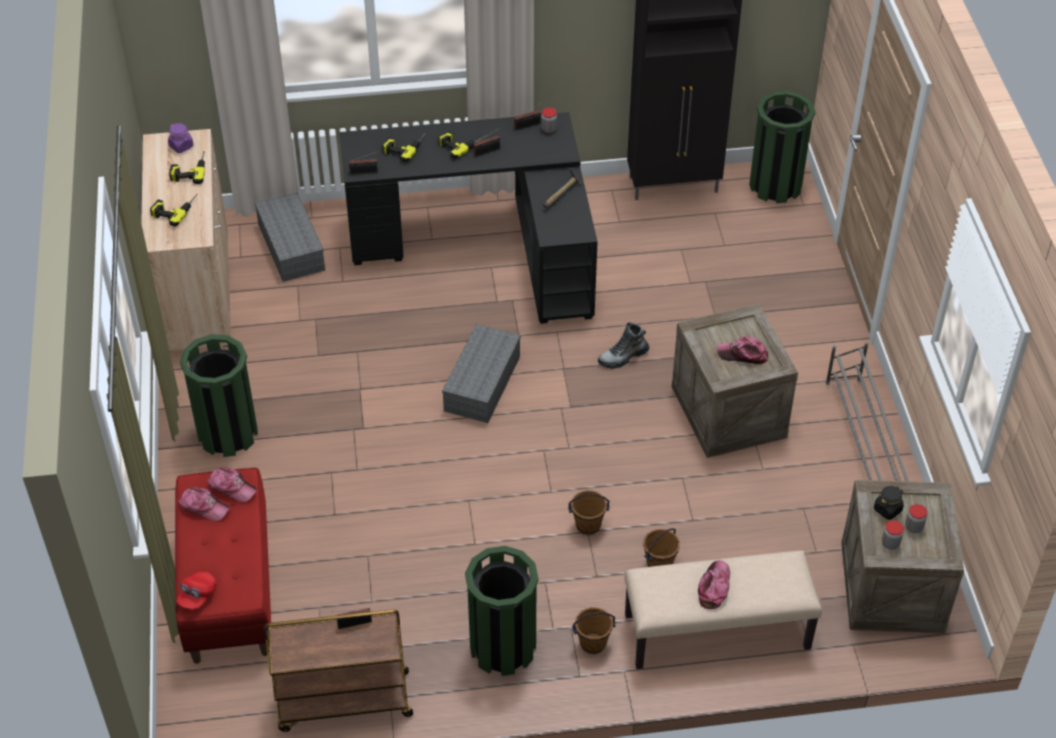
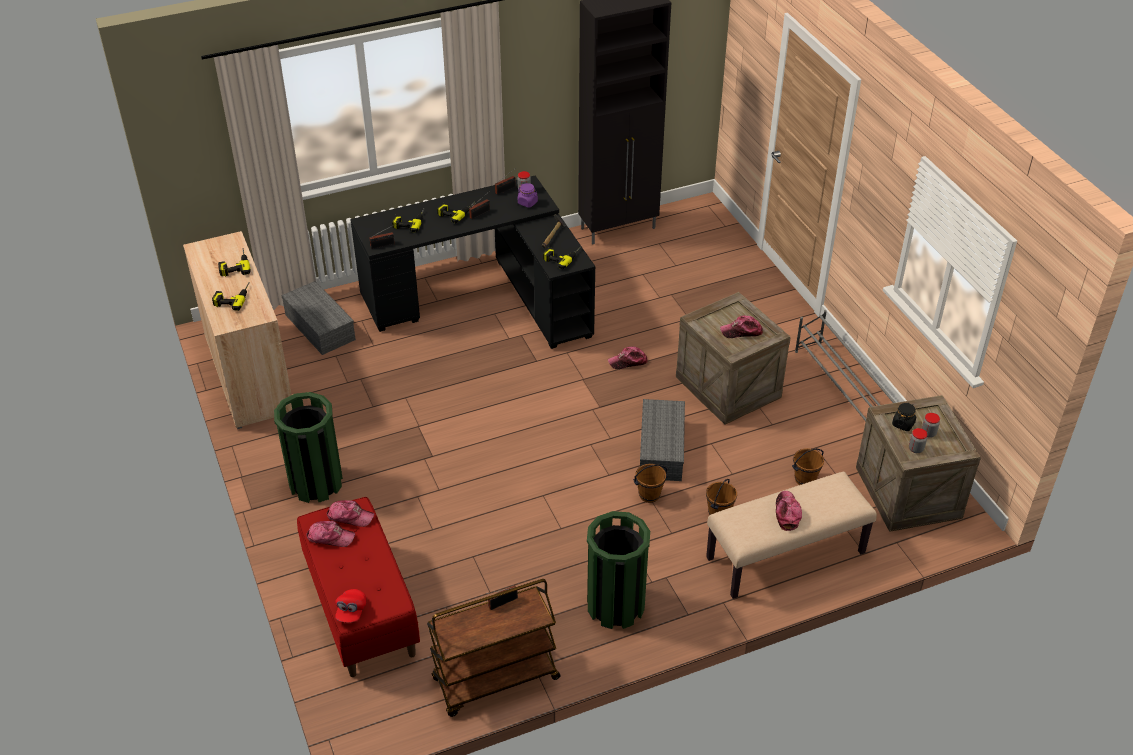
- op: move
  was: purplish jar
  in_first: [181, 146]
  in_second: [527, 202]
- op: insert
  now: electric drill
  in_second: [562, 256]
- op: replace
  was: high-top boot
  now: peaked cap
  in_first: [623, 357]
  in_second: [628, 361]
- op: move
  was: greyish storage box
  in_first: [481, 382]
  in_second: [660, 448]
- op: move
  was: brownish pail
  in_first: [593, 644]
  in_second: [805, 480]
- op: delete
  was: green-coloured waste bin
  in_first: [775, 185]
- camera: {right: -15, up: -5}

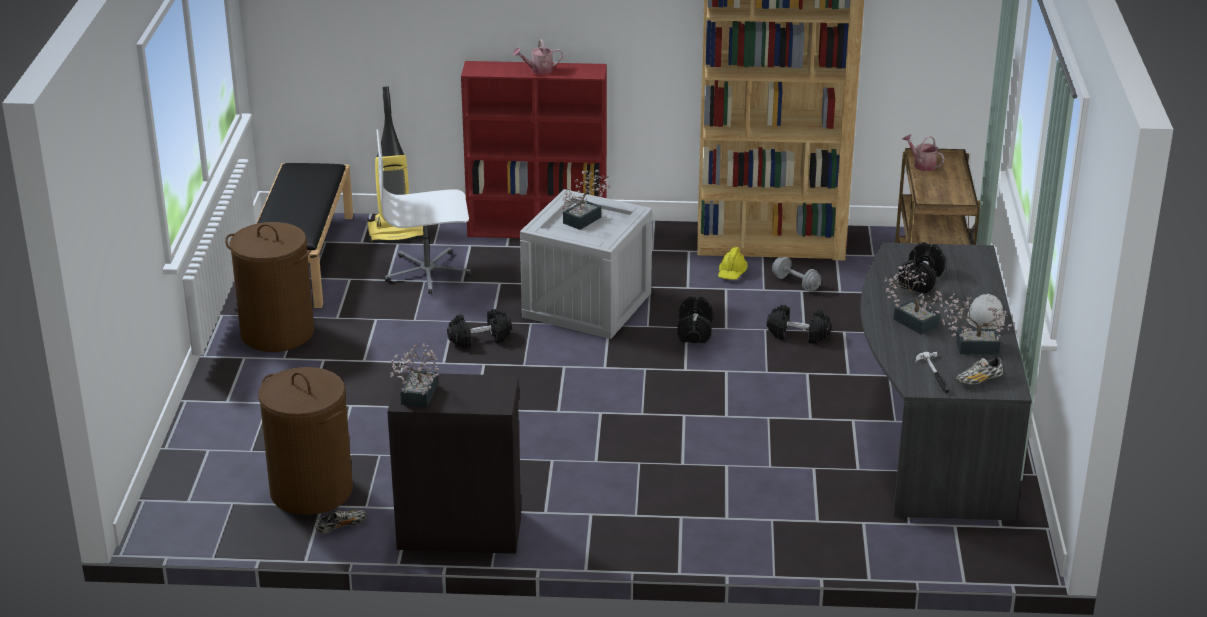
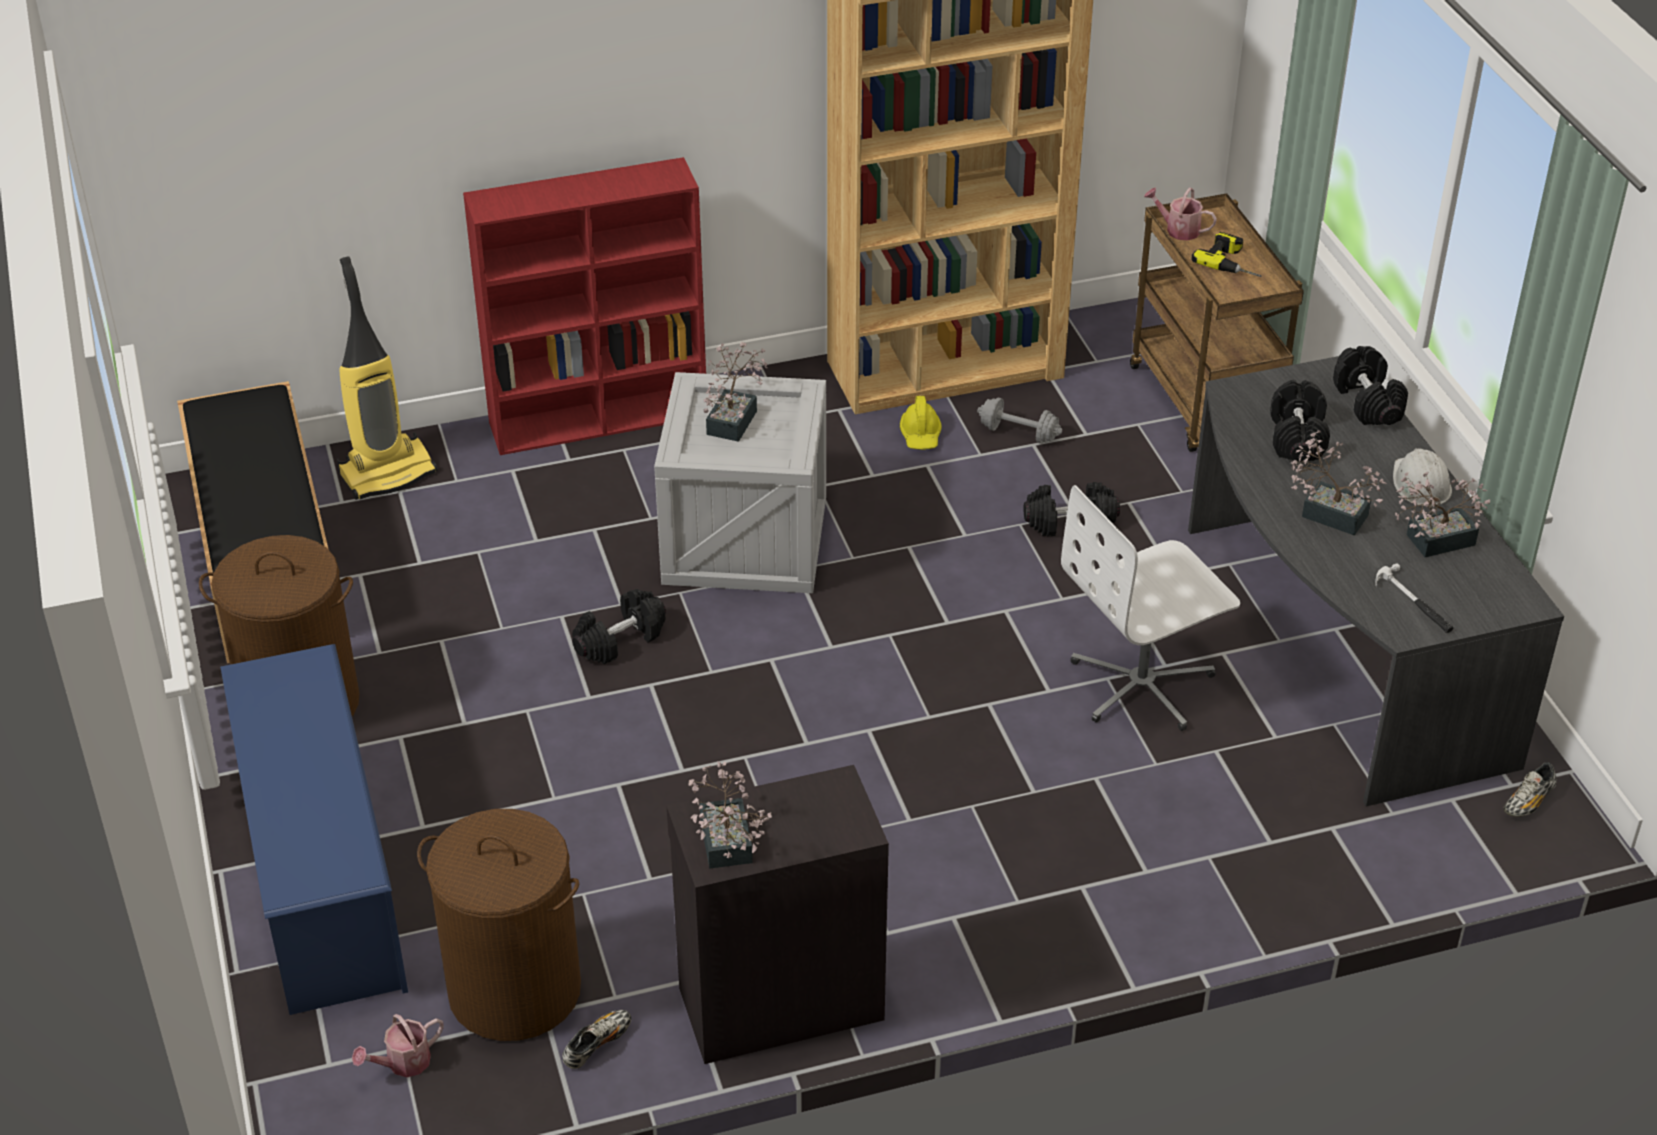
- op: insert
  now: blue shoe stand
  in_second: [323, 881]
- op: move
  was: watering can
  in_first: [538, 70]
  in_second: [403, 1063]
- op: move
  was: whitish computer chair
  in_first: [428, 272]
  in_second: [1142, 685]
- op: insert
  now: electric drill
  in_second: [1234, 262]
- op: move
  was: black-coloured hand weight
  in_first: [695, 331]
  in_second: [1368, 402]
- op: move
  was: shoe
  in_first: [978, 380]
  in_second: [1528, 801]
- camera: {right: -20, up: 10}

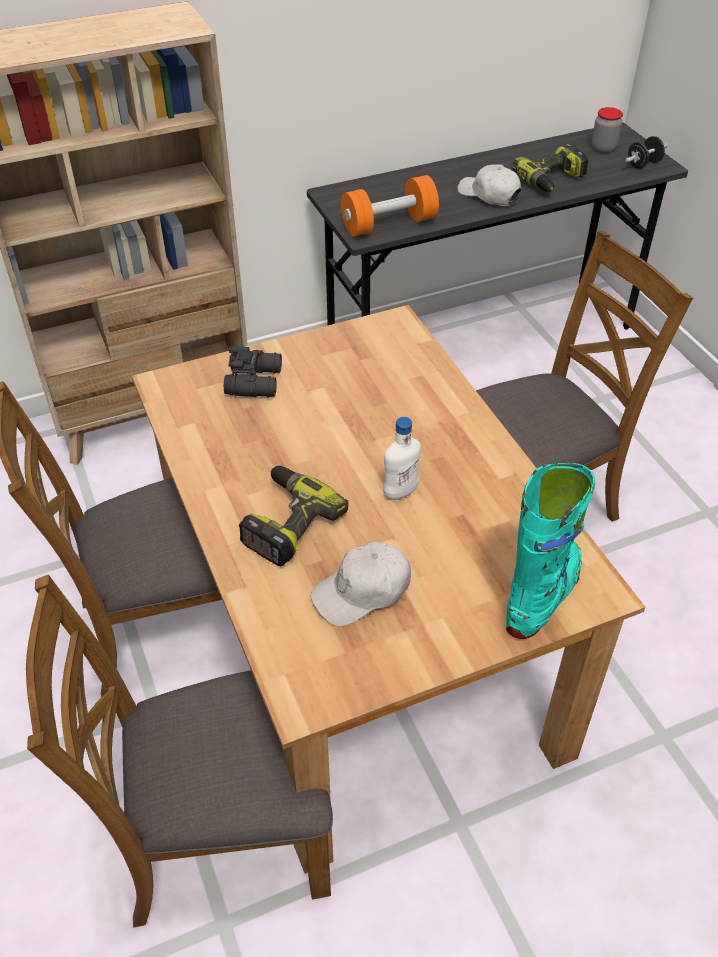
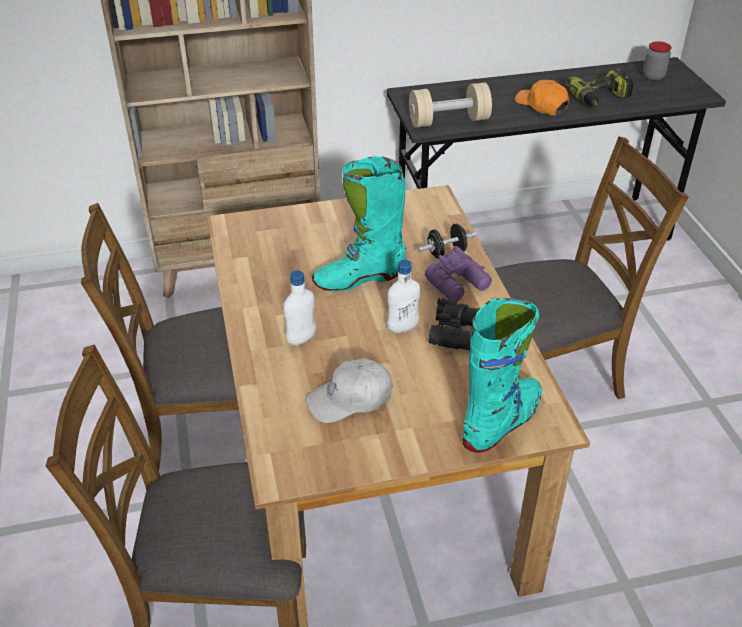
- op: replace
  was: electric drill
  now: whitish bottle
  in_first: [286, 522]
  in_second: [301, 339]
- op: insert
  now: turquoise high-top boot
  in_second: [359, 278]
- op: recolor
  was: orange hand weight
  now: sand-coloured hand weight
  in_first: [389, 224]
  in_second: [448, 121]
- op: move
  was: black-coloured hand weight
  in_first: [643, 164]
  in_second: [446, 253]
- op: insert
  now: purplish field glasses
  in_second: [459, 285]
- op: move
  was: black-coloured field glasses
  in_first: [256, 381]
  in_second: [458, 333]
- op: recolor
  was: whitish peaked cap
  now: orange peaked cap
  in_first: [489, 195]
  in_second: [541, 105]
- camera: {right: 10, up: -5}

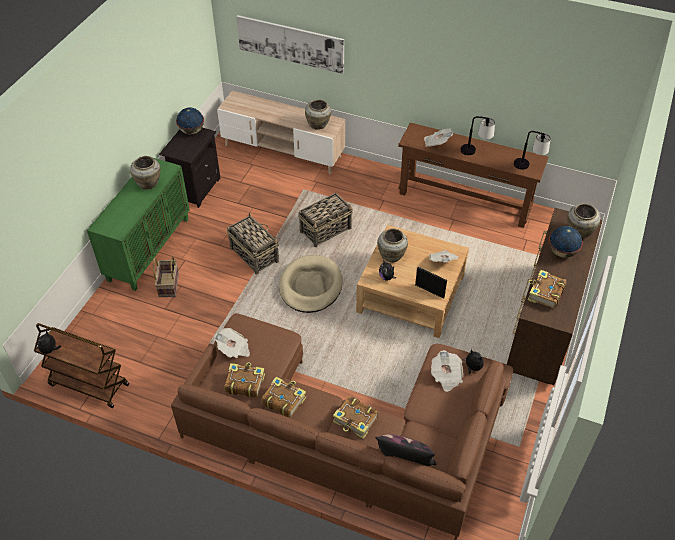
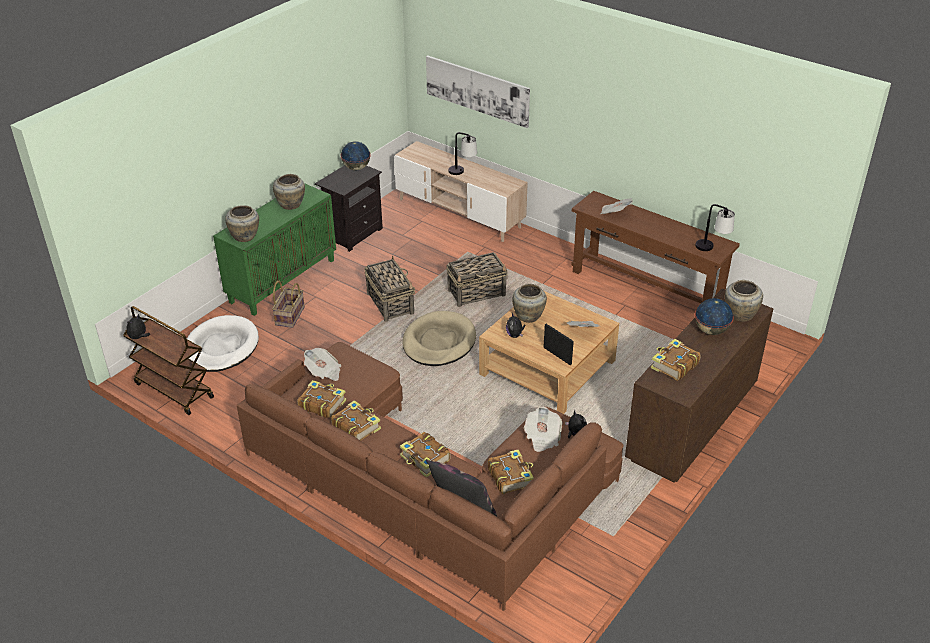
- op: insert
  now: whitish dog bed
  in_second: [221, 347]
- op: move
  was: sand-coloured decorative vase
  in_first: [318, 125]
  in_second: [245, 237]
- op: move
  was: tabletop lamp
  in_first: [475, 151]
  in_second: [462, 173]
- op: insert
  now: volume
  in_second: [510, 477]
- camera: {right: 15, up: -10}

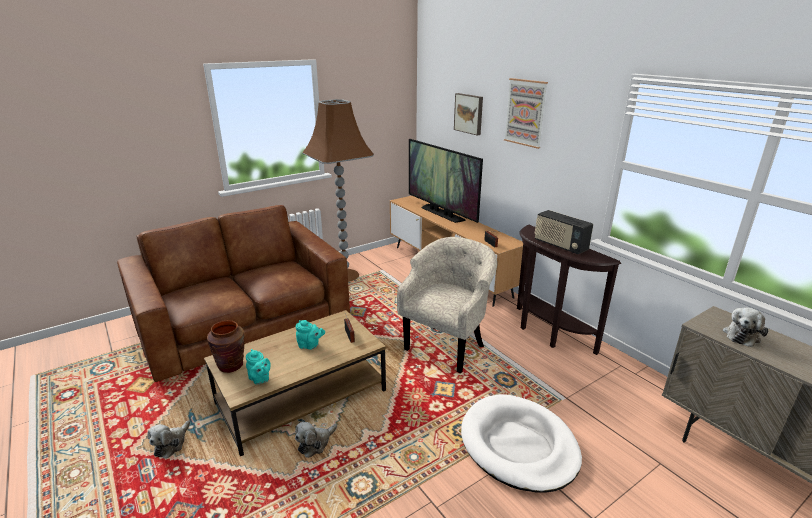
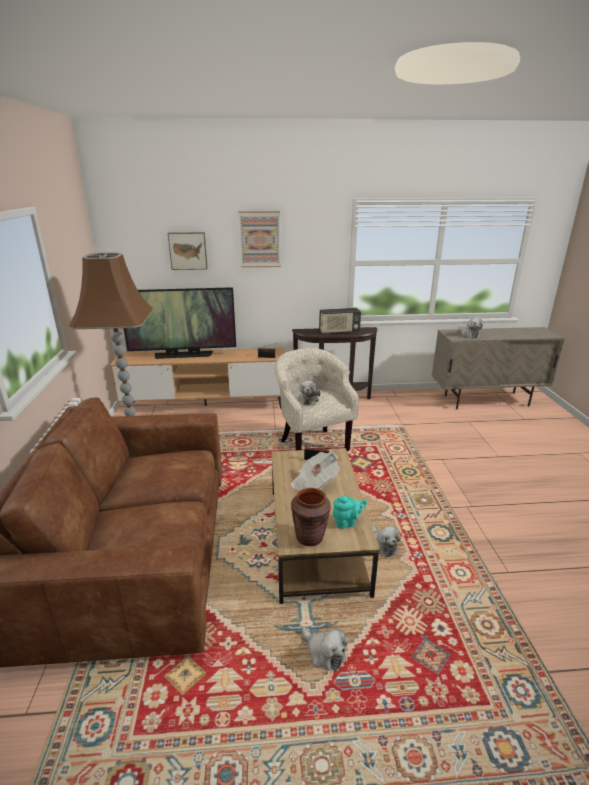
- op: replace
  was: turquoise teapot
  now: newspaper
  in_first: [310, 345]
  in_second: [314, 483]
- op: insert
  now: plush toy
  in_second: [308, 399]
- op: delete
  was: whitish dog bed
  in_first: [518, 445]
- camera: {right: -60, up: 0}

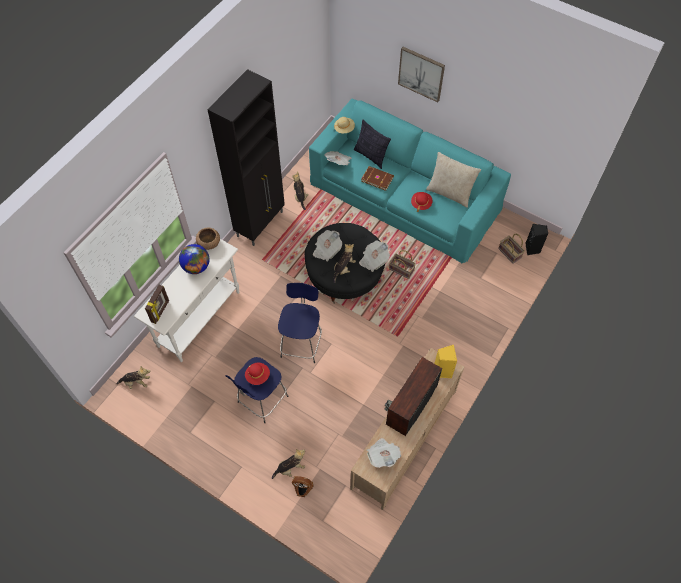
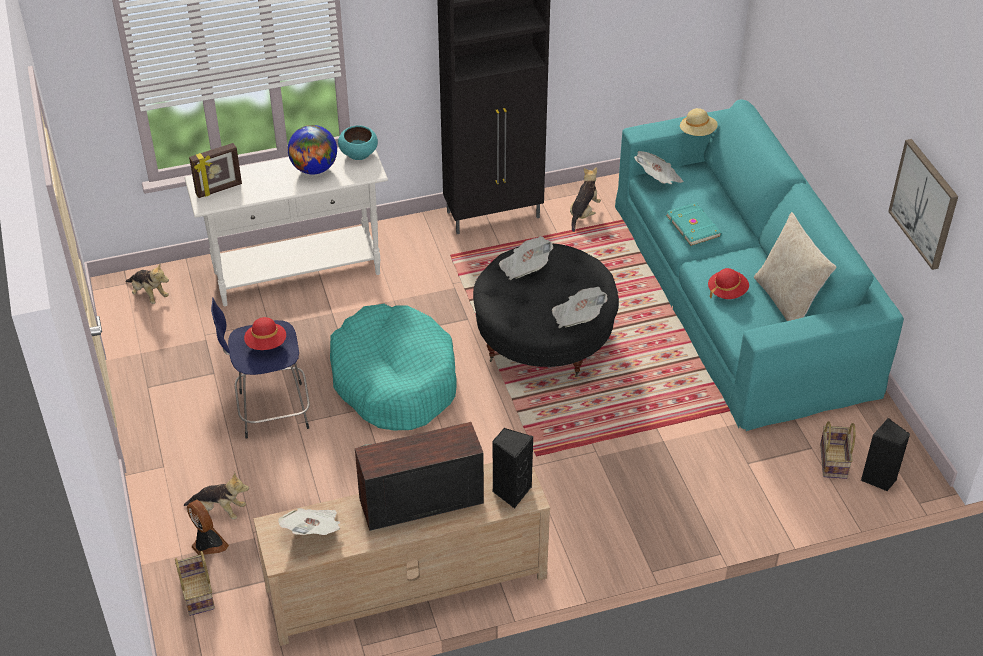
- op: move
  was: storage basket
  in_first: [402, 269]
  in_second: [198, 594]
- op: replace
  was: blue stool
  now: turquoise dog bed
  in_first: [301, 343]
  in_second: [394, 380]
- op: recolor
  was: brownish deep dish
  now: turquoise deep dish
  in_first: [209, 243]
  in_second: [359, 153]
- op: recolor
  was: yellowish audio speaker
  now: black-coloured audio speaker
  in_first: [442, 371]
  in_second: [511, 491]
- op: recolor
  was: brownish volume
  now: turquoise volume
  in_first: [377, 178]
  in_second: [693, 226]
- op: move
  was: wall picture
  in_first: [421, 73]
  in_second: [925, 203]
- op: delete
  was: plush toy
  in_first: [343, 268]
- op: delete
  was: cushion
  in_first: [371, 156]
- camera: {right: 40, up: -15}

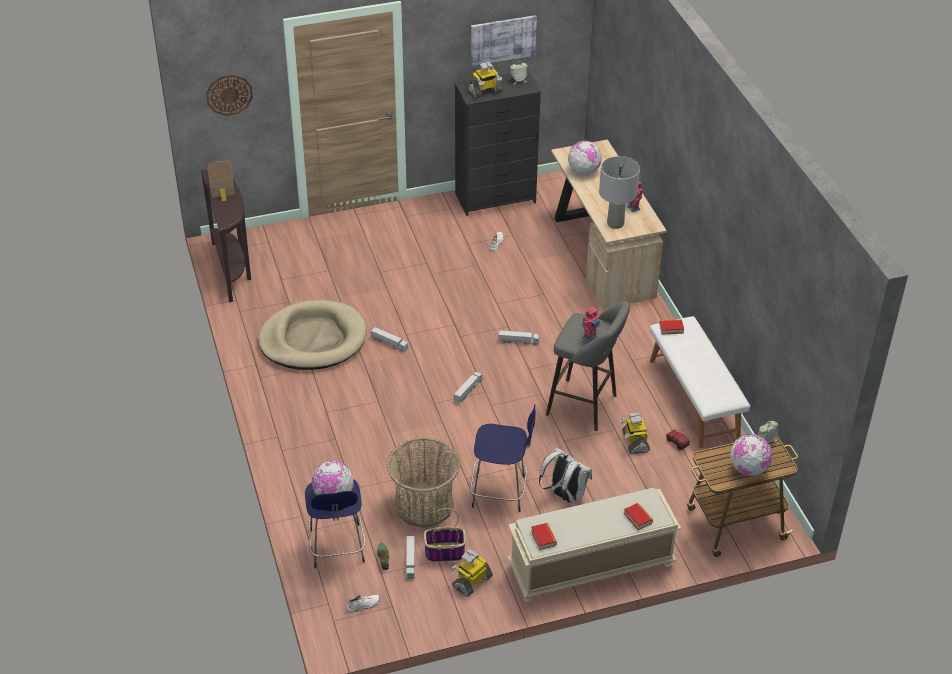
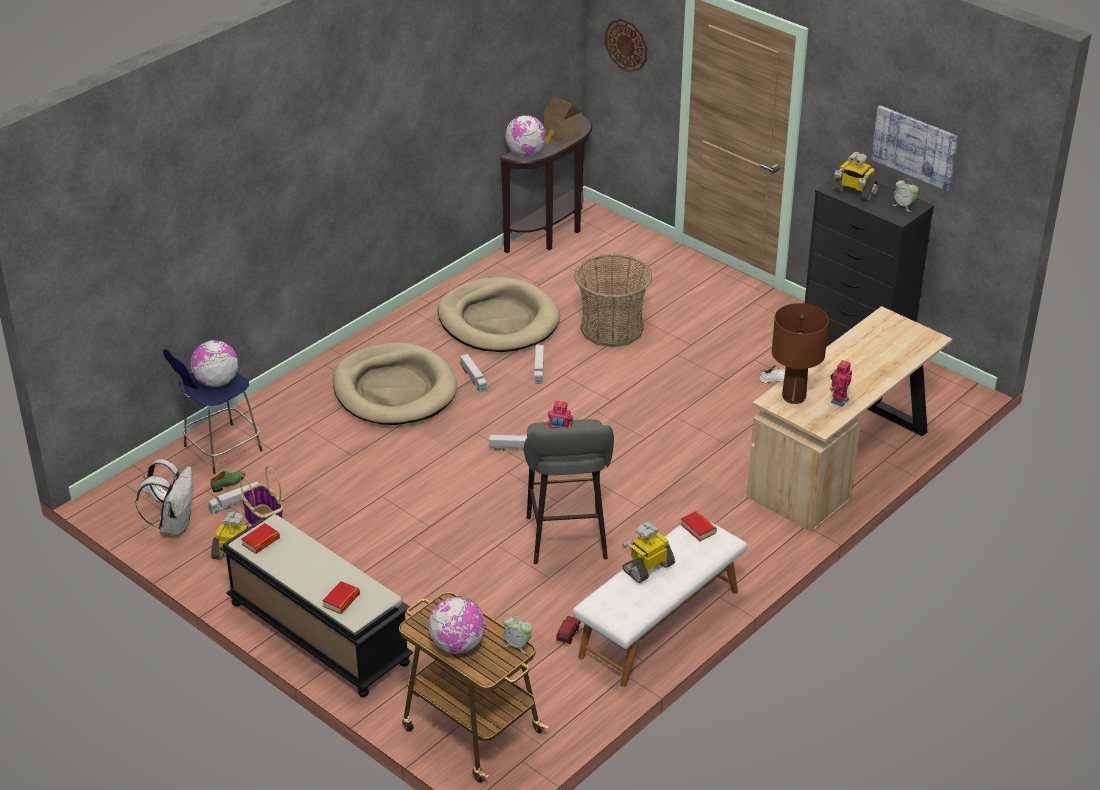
- op: move
  was: whitish backpack
  in_first: [564, 495]
  in_second: [174, 525]
- op: recolor
  was: sand-coloured bench
  now: black-coloured bench
  in_first: [590, 567]
  in_second: [317, 633]
- op: insert
  now: sand-coloured dog bed
  in_second: [394, 390]
- op: move
  was: model truck
  in_first: [518, 341]
  in_second: [473, 378]
- op: move
  was: globe
  in_first: [583, 171]
  in_second: [526, 153]
- op: move
  was: storage basket
  in_first: [424, 505]
  in_second: [612, 328]
- op: move
  was: robot figure
  in_first: [634, 441]
  in_second: [648, 567]
- op: recolor
  was: greyish tabletop lamp
  now: brownish tabletop lamp
  in_first: [615, 224]
  in_second: [793, 397]
- op: delete
  was: blue stool
  in_first: [501, 492]
- camera: {right: 60, up: -5}

